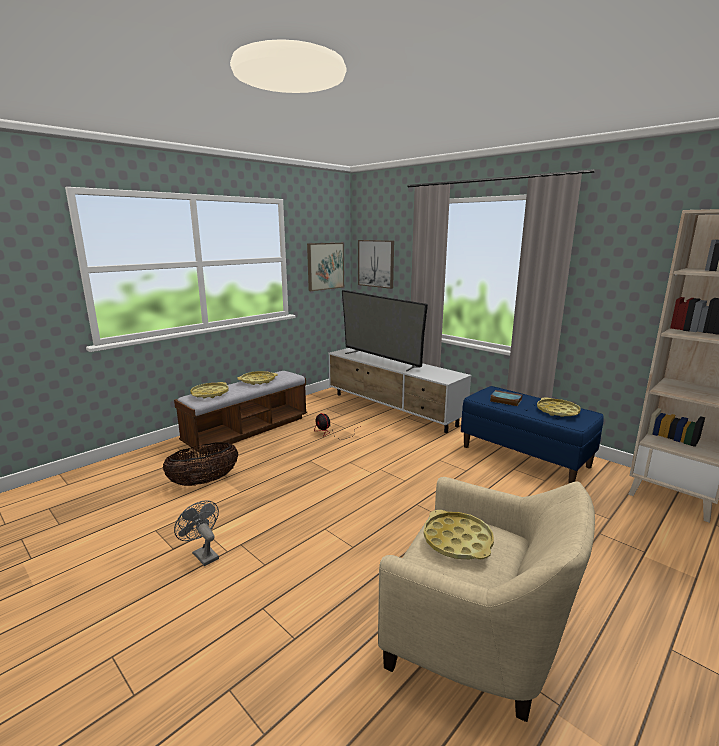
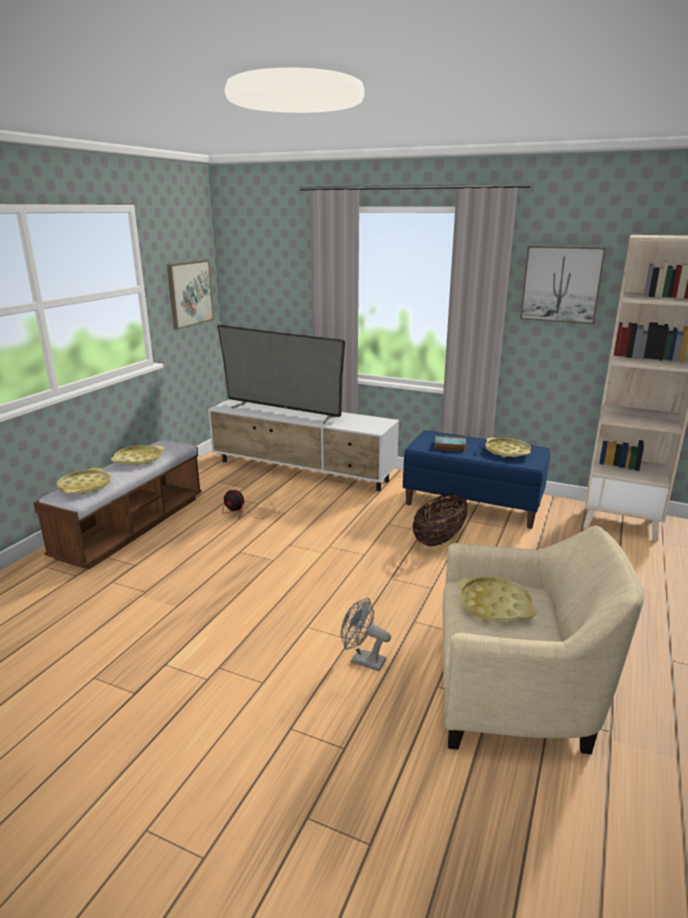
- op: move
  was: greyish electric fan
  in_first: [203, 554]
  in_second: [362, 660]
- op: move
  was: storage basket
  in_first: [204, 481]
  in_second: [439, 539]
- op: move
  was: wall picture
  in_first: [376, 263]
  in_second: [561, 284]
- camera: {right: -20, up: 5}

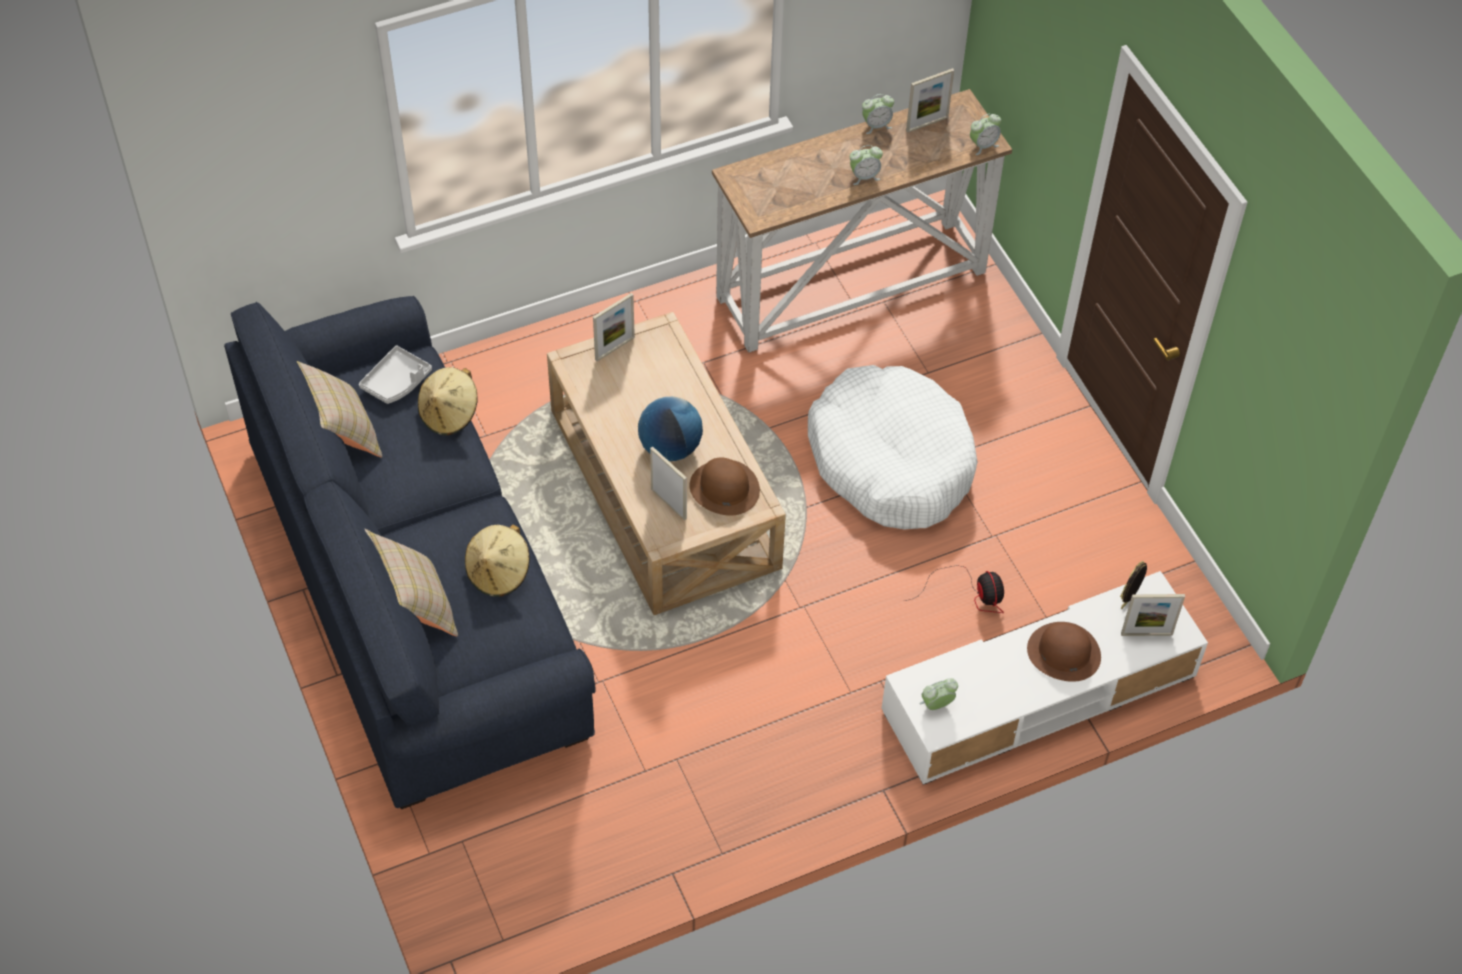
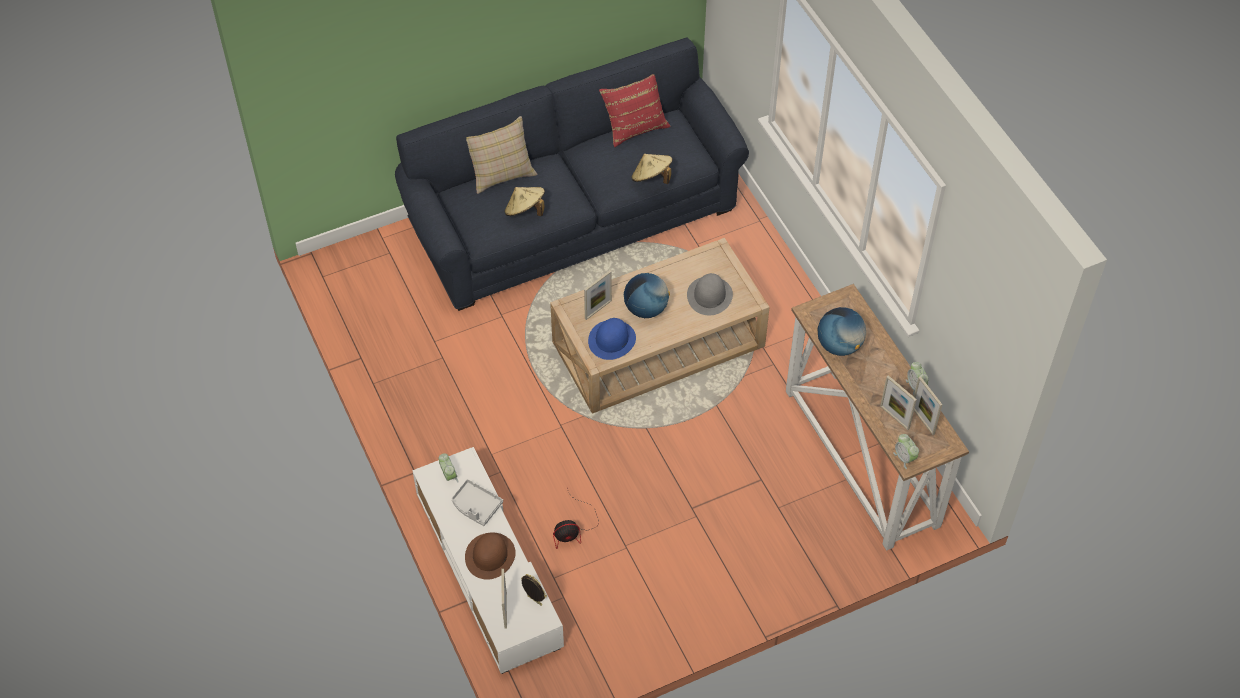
- op: move
  was: greyish carrying tray
  in_first: [397, 382]
  in_second: [476, 506]
- op: recolor
  was: brownish wearable hat
  now: blue wearable hat
  in_first: [724, 488]
  in_second: [612, 339]
- op: recolor
  was: sand-coloured cushion
  now: reddish cushion
  in_first: [340, 431]
  in_second: [634, 126]
- op: insert
  now: greyish wearable hat
  in_second: [709, 296]
- op: insert
  now: globe
  in_second: [839, 345]
- op: move
  was: picture frame
  in_first: [614, 348]
  in_second: [894, 417]
- op: delete
  was: whitish dog bed
  in_first: [891, 460]
- op: delete
  was: table clock
  in_first: [864, 176]
- camera: {right: 90, up: 0}

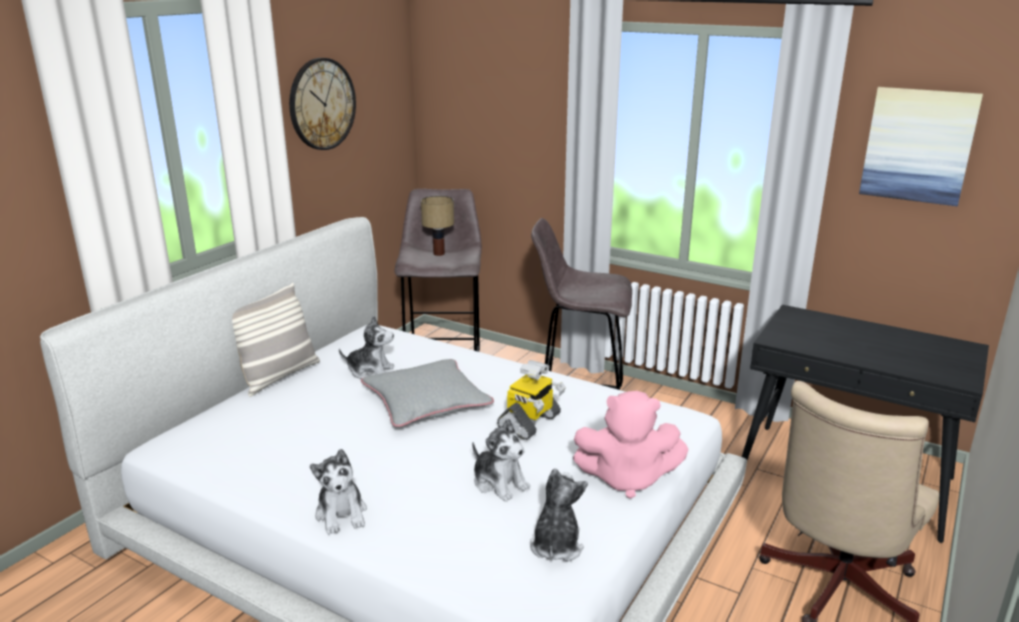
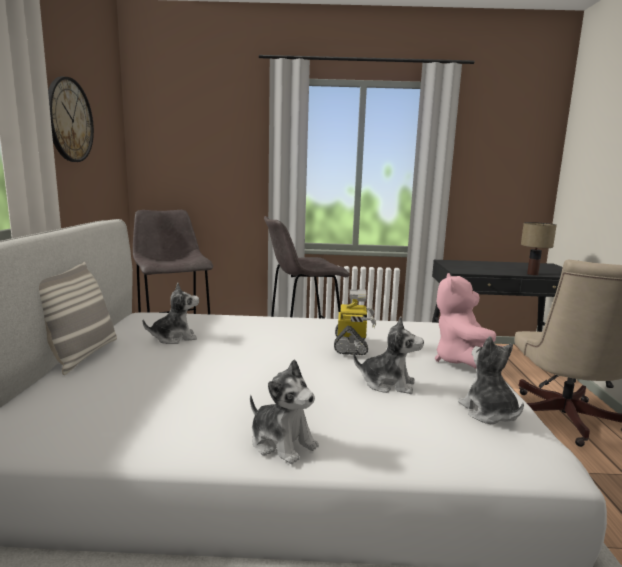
- op: rotate
  was: pink-coloured plush toy
  in_first: [627, 479]
  in_second: [463, 362]
  clockwise: 120
- op: move
  was: tabletop lamp
  in_first: [439, 254]
  in_second: [533, 274]
- op: delete
  was: greyish cushion
  in_first: [426, 401]
- op: delete
  was: wall picture
  in_first: [918, 145]
- camera: {right: -30, up: -10}

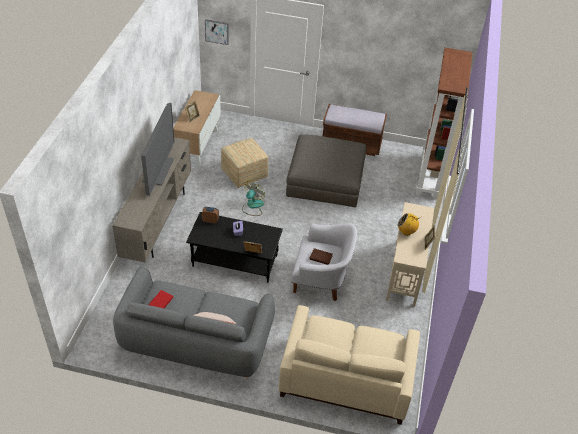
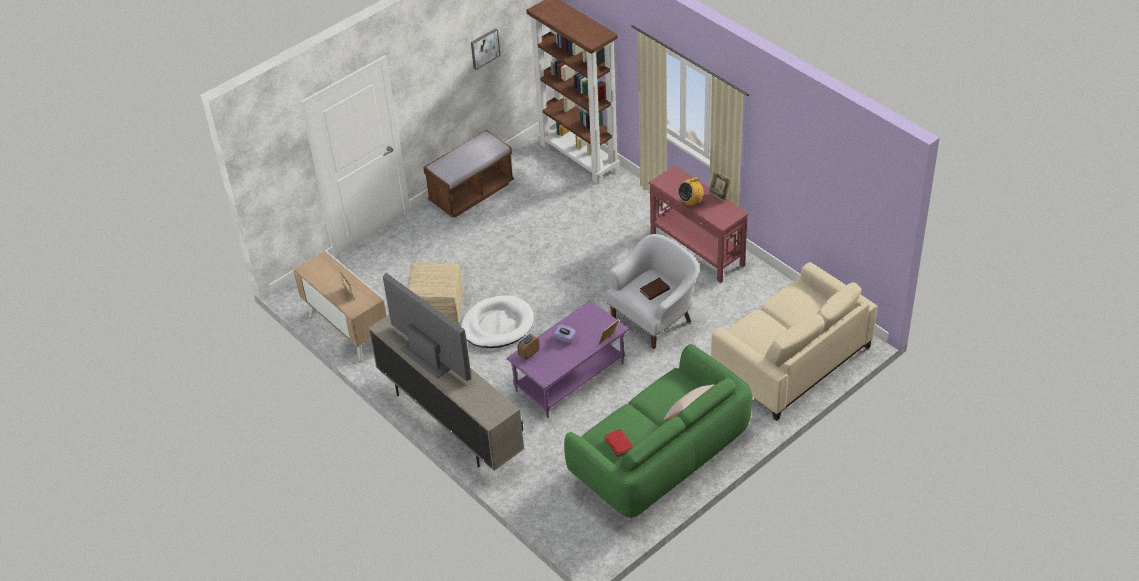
- op: replace
  was: electric fan
  now: whitish dog bed
  in_first: [252, 206]
  in_second: [497, 325]
- op: move
  was: wall picture
  in_first: [217, 31]
  in_second: [484, 48]
- op: recolor
  was: black-coloured lounge table
  now: purplish lounge table
  in_first: [234, 261]
  in_second: [570, 378]
- op: recolor
  was: greyish settee
  now: green-coloured settee
  in_first: [196, 342]
  in_second: [660, 459]
- op: recolor
  was: sand-coloured hall table
  now: reddish hall table
  in_first: [404, 273]
  in_second: [697, 250]
- op: delete
  was: greyish ottoman
  in_first: [325, 179]
- camera: {right: -50, up: 0}

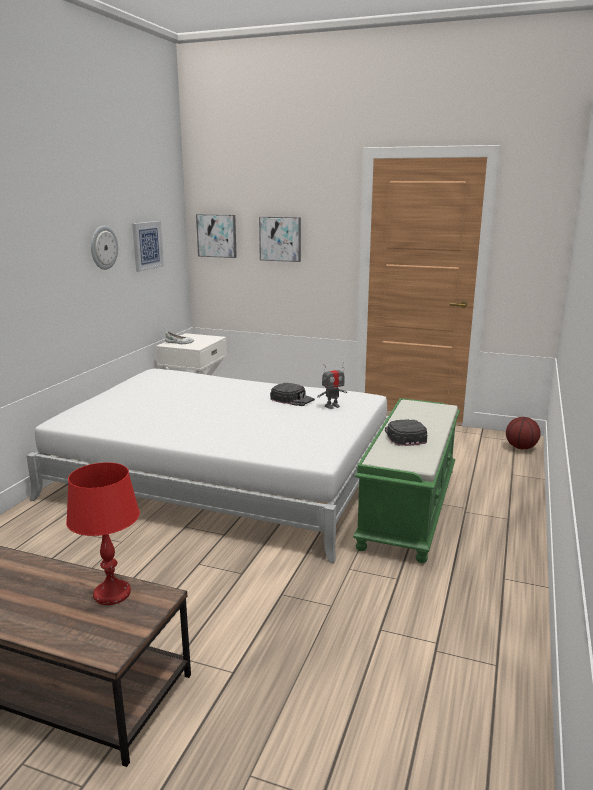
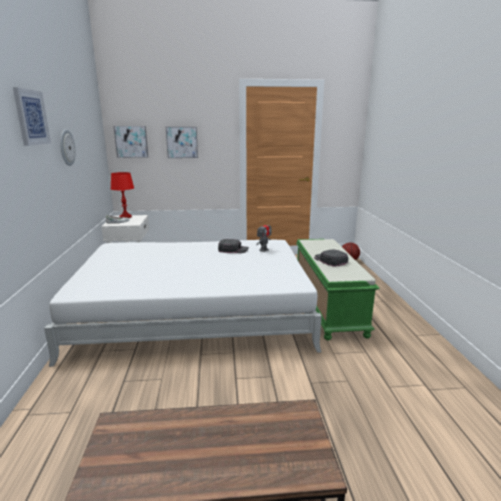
- op: move
  was: wall picture
  in_first: [147, 245]
  in_second: [31, 117]
- op: move
  was: reddish tabletop lamp
  in_first: [112, 594]
  in_second: [125, 217]
- camera: {right: -25, up: 0}

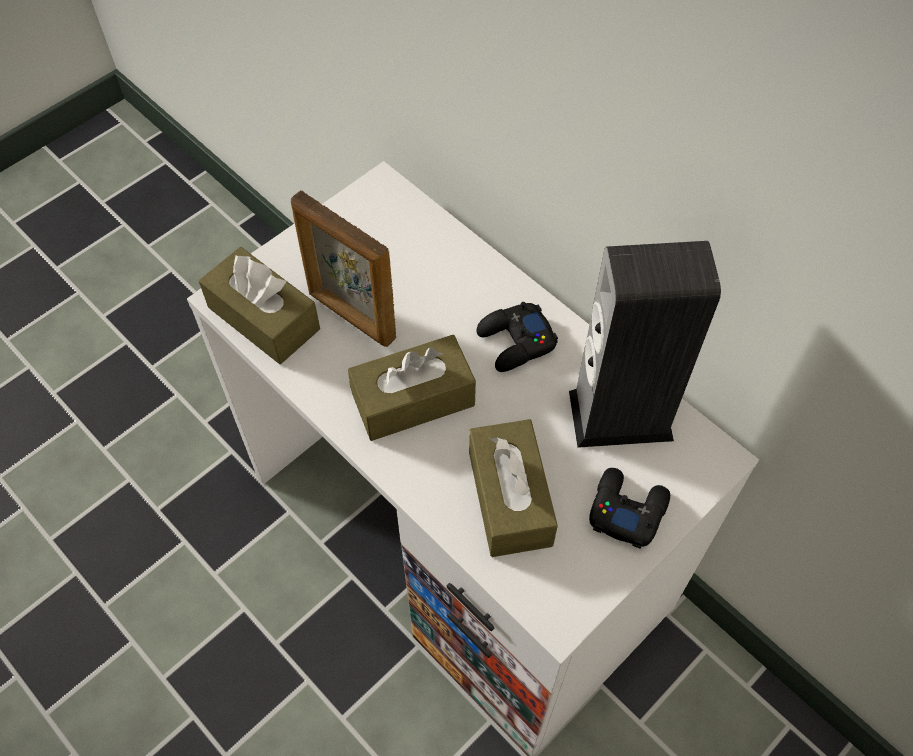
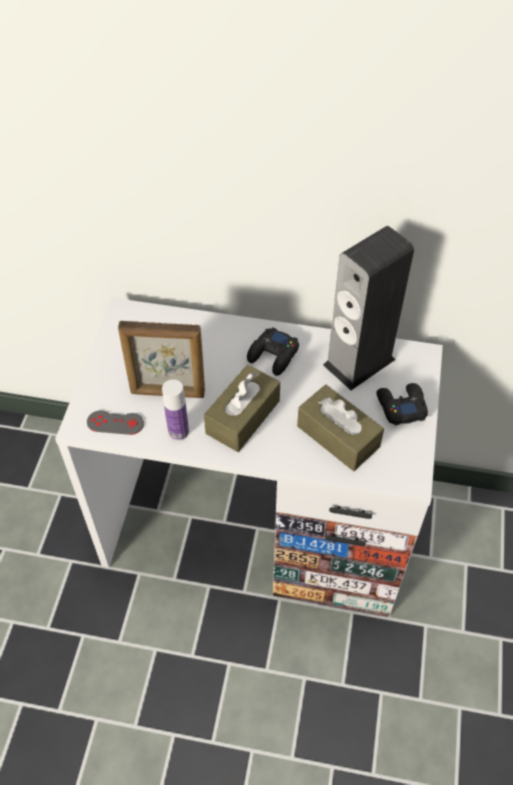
- op: replace
  was: brownish tissue box
  now: greyish gamepad
  in_first: [264, 318]
  in_second: [115, 423]
- op: insert
  now: bottle
  in_second: [178, 432]
- camera: {right: -35, up: -5}

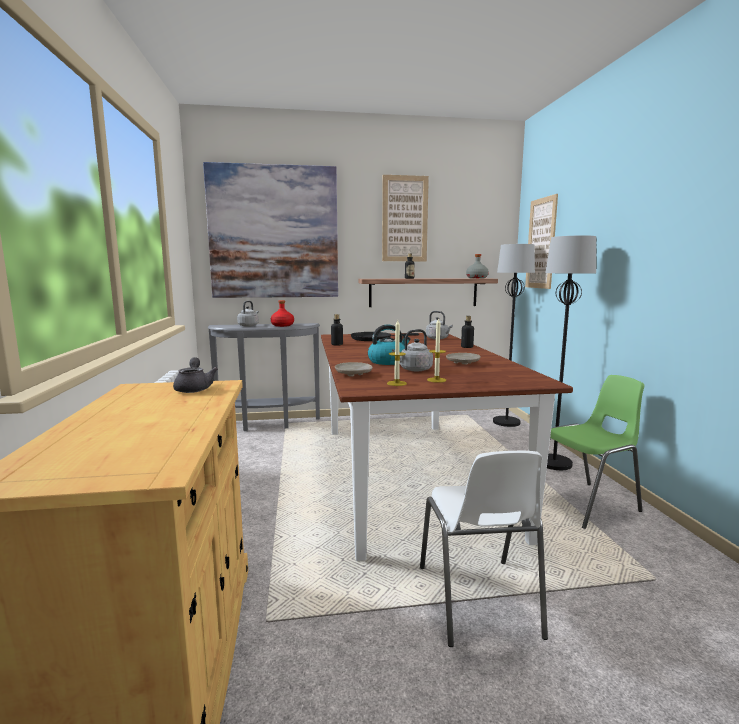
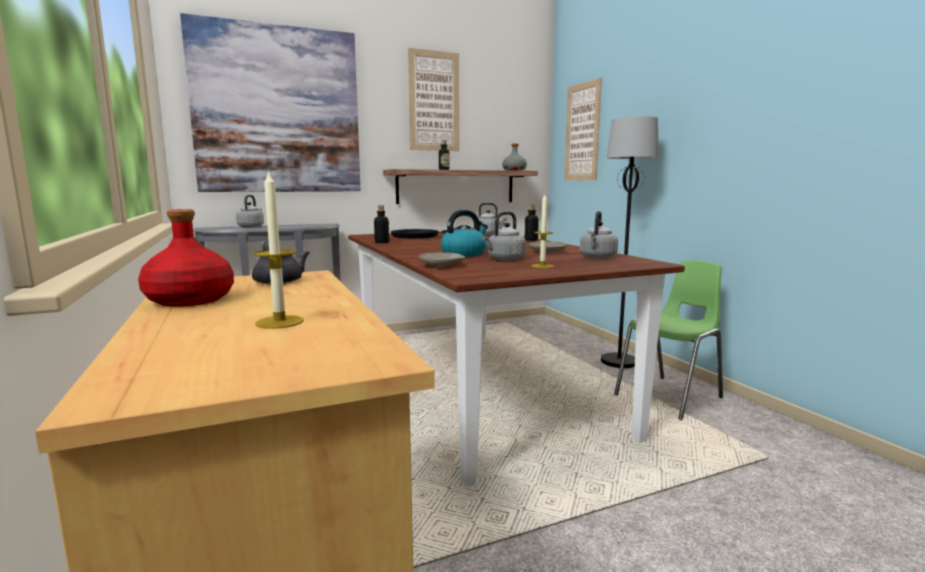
- op: move
  was: reddish bottle
  in_first: [282, 325]
  in_second: [189, 300]
- op: move
  was: wax candle
  in_first: [396, 383]
  in_second: [279, 322]
- op: insert
  now: greyish water kettle
  in_second: [597, 257]
- op: delete
  was: whitish upright chair
  in_first: [478, 601]
- op: delete
  was: black-coloured standard lamp
  in_first: [506, 422]
- camera: {right: -15, up: 0}

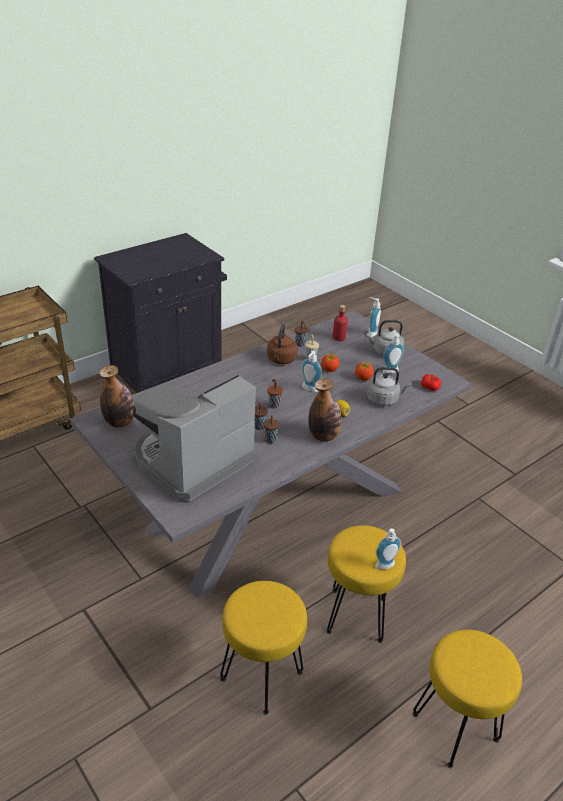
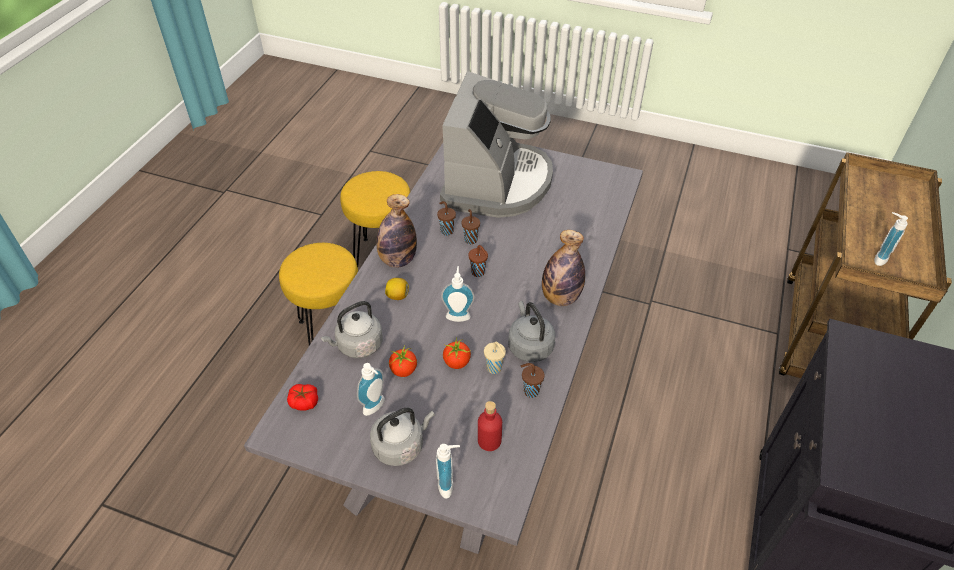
- op: recolor
  was: brownish water kettle
  now: greyish water kettle
  in_first: [281, 360]
  in_second: [529, 346]
- op: move
  was: bottle
  in_first: [120, 422]
  in_second: [560, 298]
- op: move
  was: soap bottle
  in_first: [386, 567]
  in_second: [878, 258]
- op: delete
  was: yellowish stool
  in_first: [455, 728]
- camera: {right: 150, up: 10}

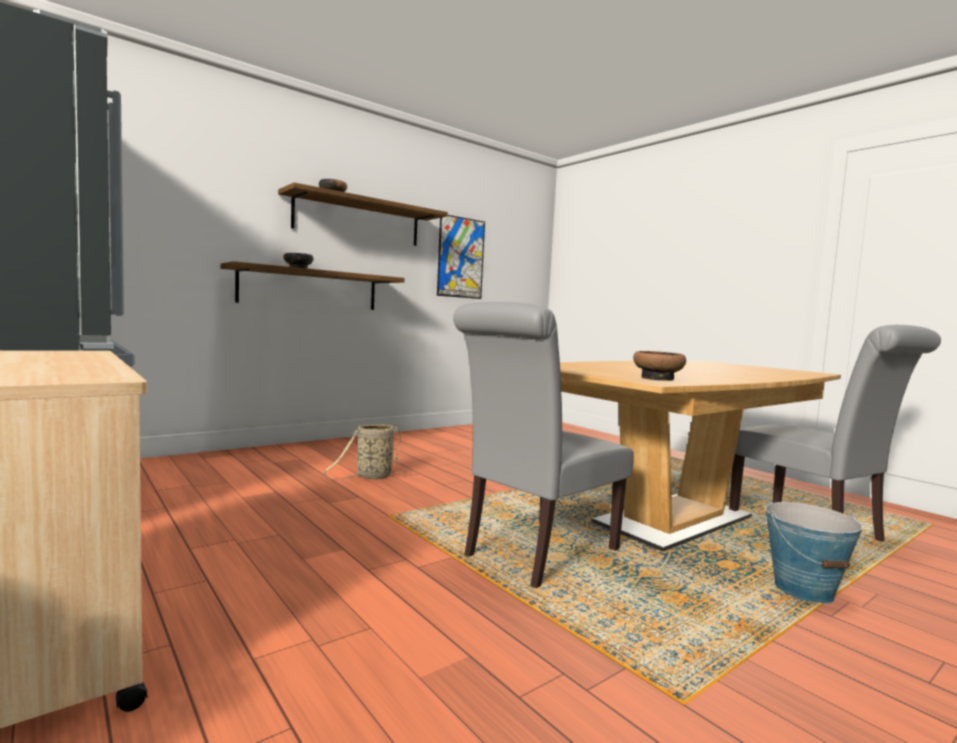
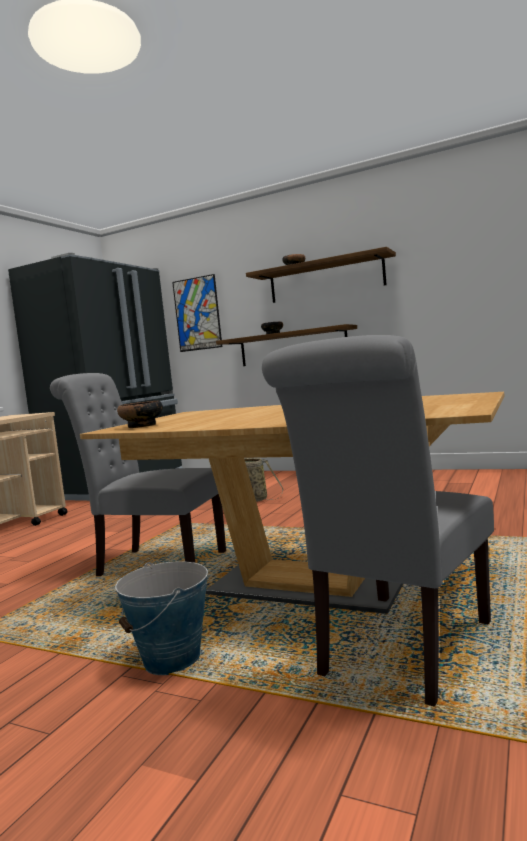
- op: move
  was: wall picture
  in_first: [461, 257]
  in_second: [197, 314]
- camera: {right: 65, up: 0}

